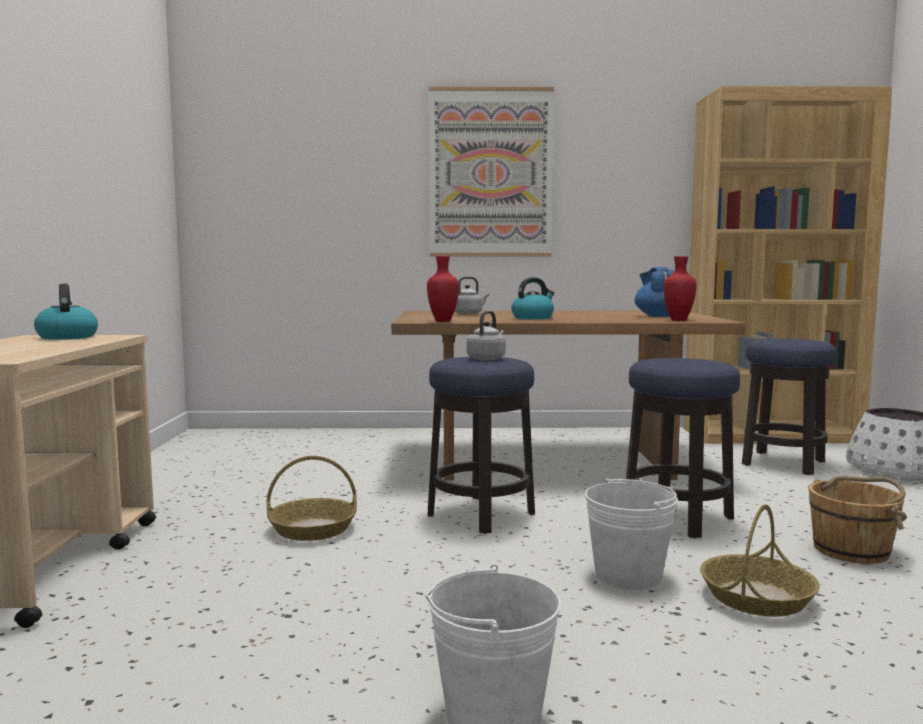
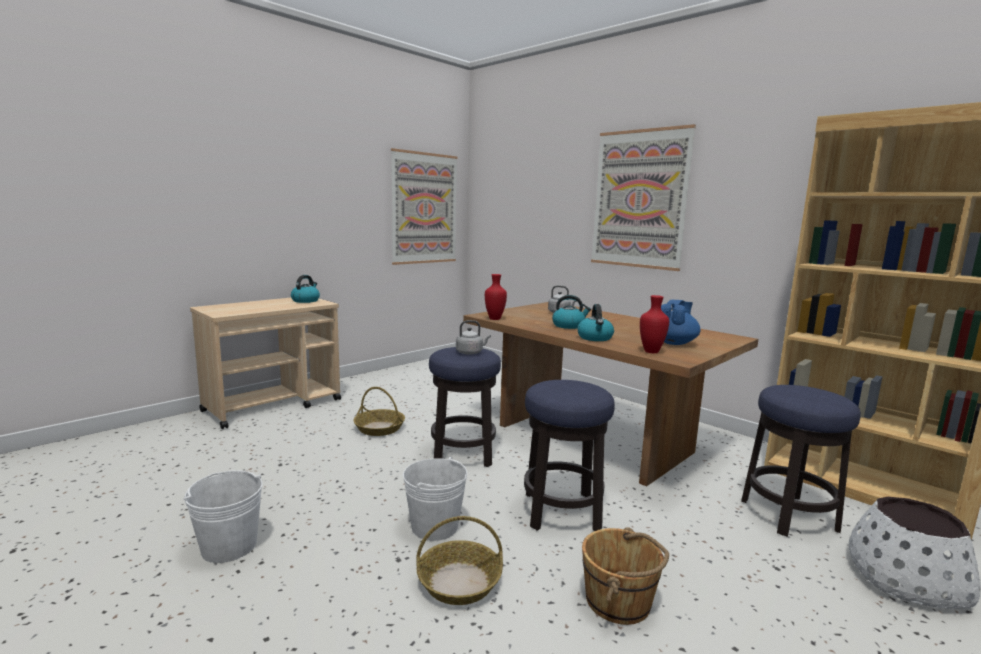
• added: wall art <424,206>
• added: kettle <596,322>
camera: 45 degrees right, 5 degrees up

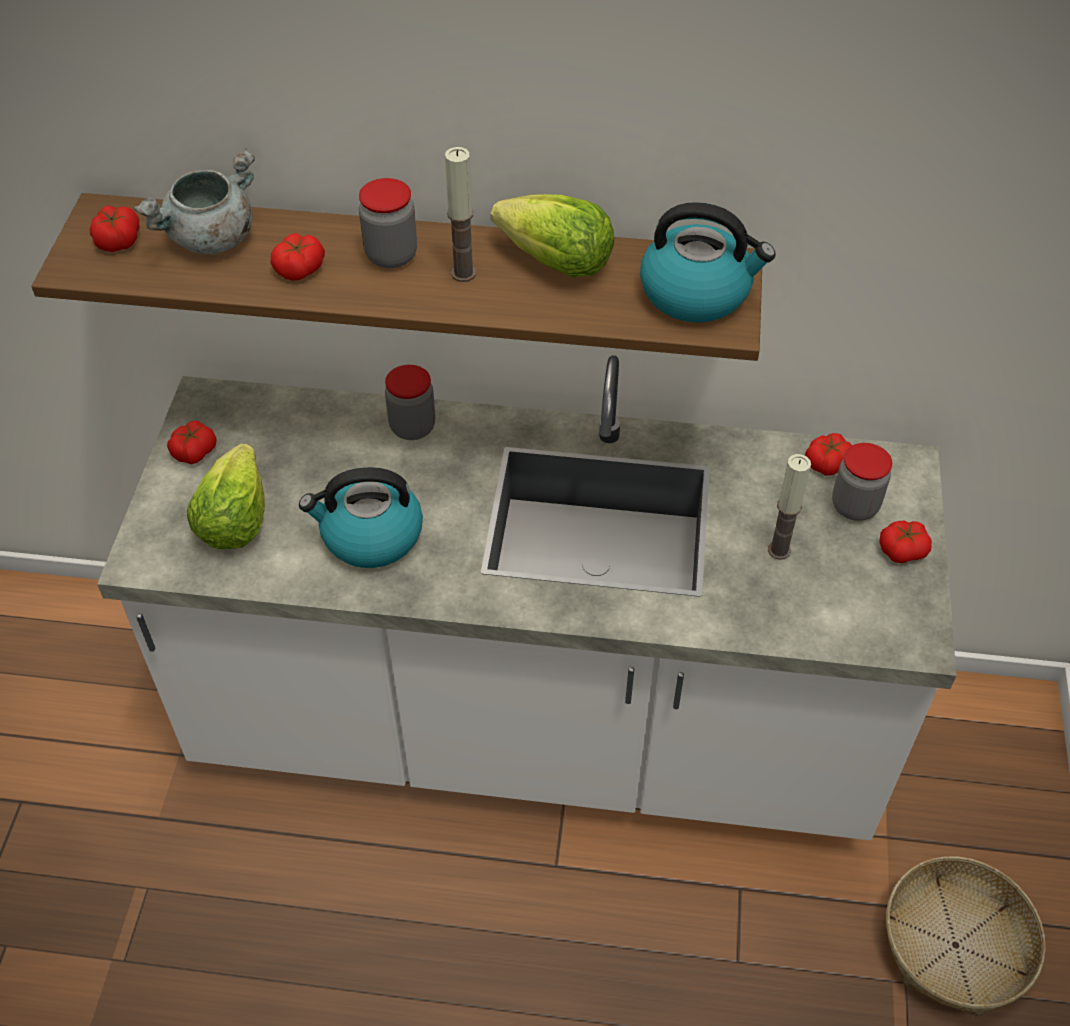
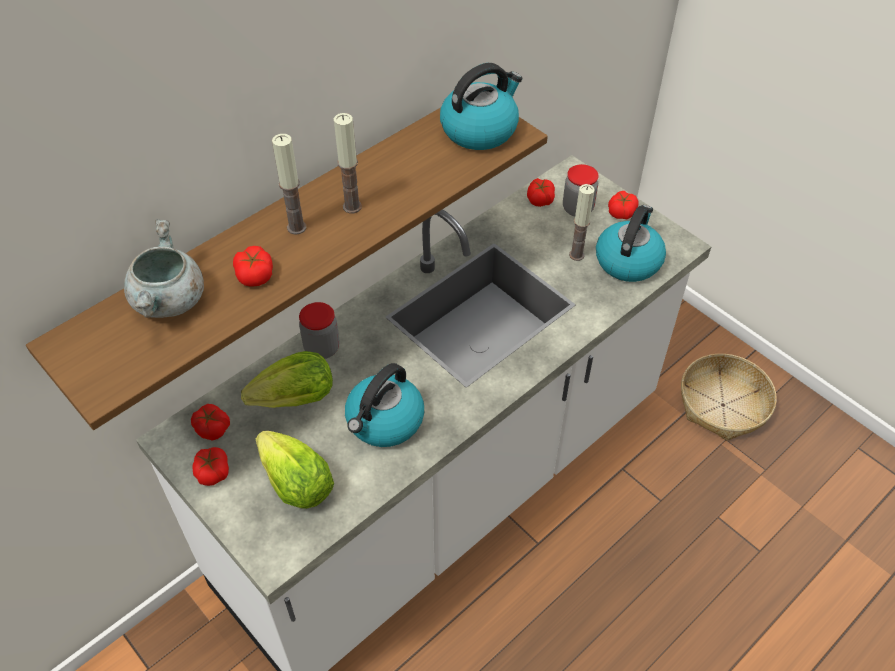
• replaced: storage jar <388,223> to candle <289,184>
• moved: head of lettuce <552,235> to <287,379>
• moved: tomato <114,228> to <210,422>
• added: kettle <631,243>
camera: 50 degrees left, 0 degrees up

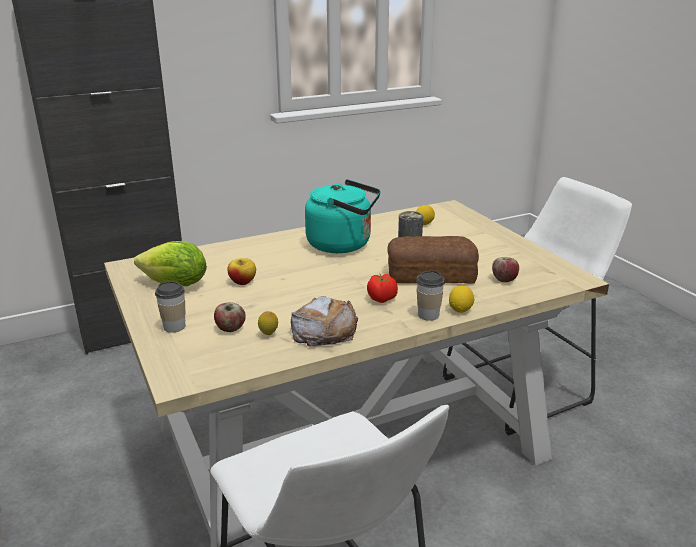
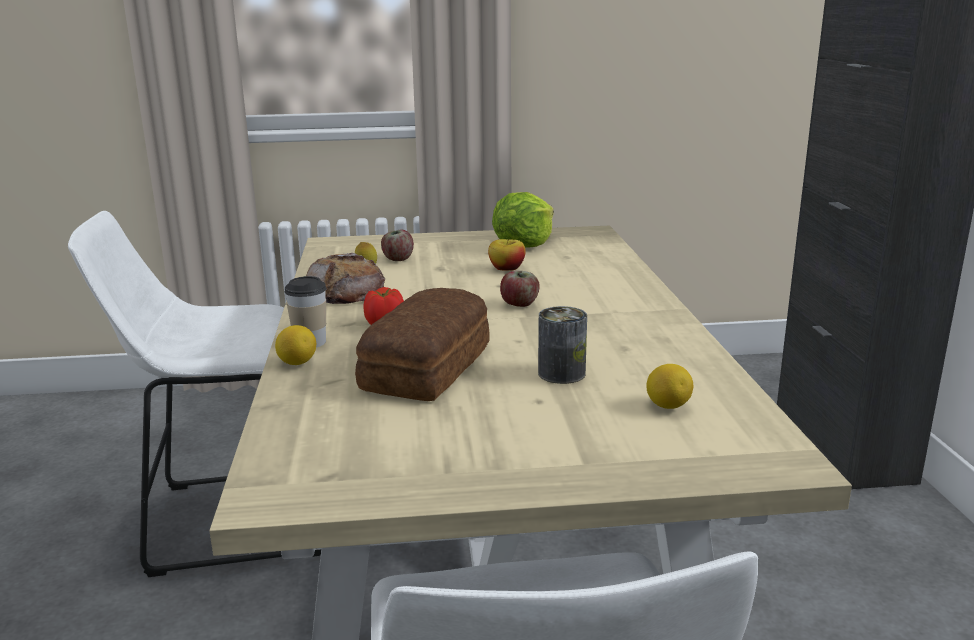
• removed: blue-green kettle <343,216>
• moved: whole apple <505,269> to <520,288>
• removed: drinking cup <170,307>
camera: 110 degrees right, 5 degrees down

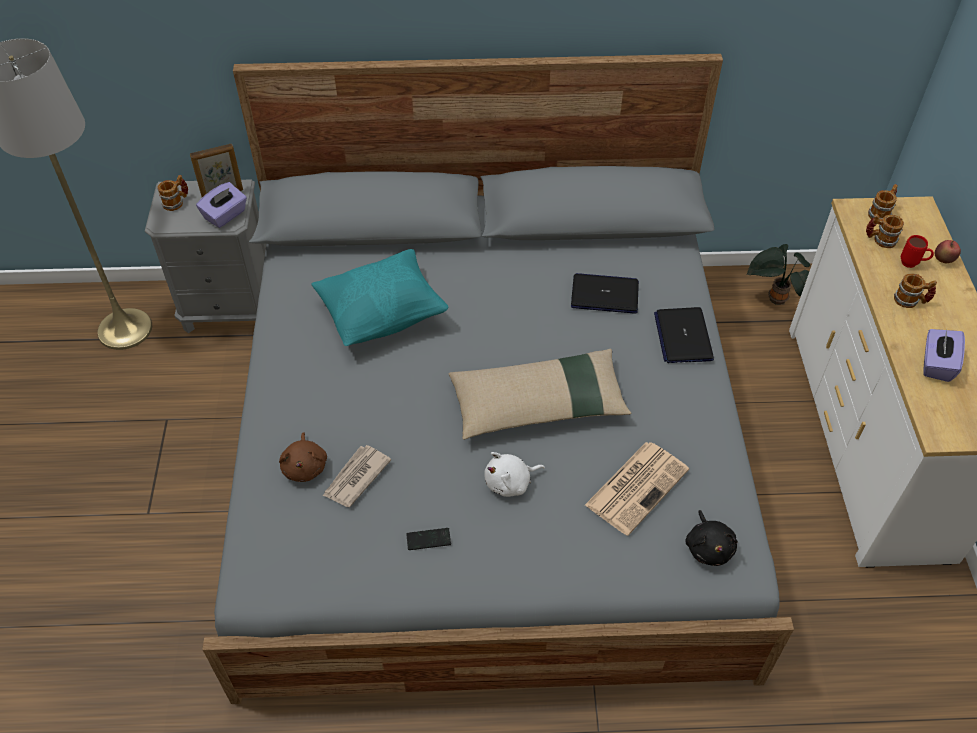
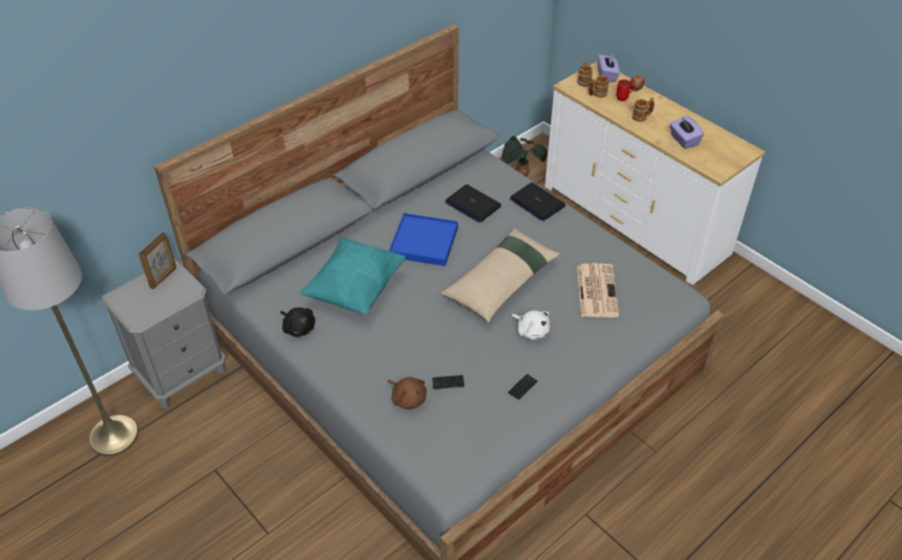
• removed: mug <172,193>
• moved: purple box of tissues <221,205> to <609,67>
• turned: portable computer <605,293> = <473,203> 105 degrees counterclockwise
• replaced: newspaper <357,476> to handset <448,382>
• turned: white plush toy <514,474> = <530,325> 75 degrees counterclockwise
• moved: blackish plush toy <712,538> to <297,322>
• added: blue serving tray <423,239>
camera: 40 degrees left, 5 degrees down

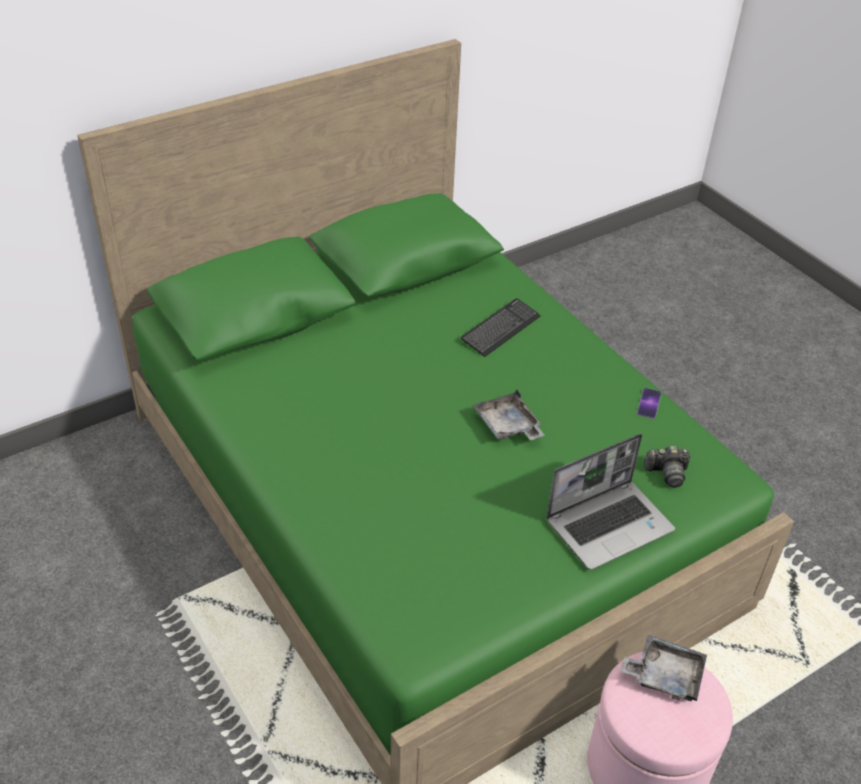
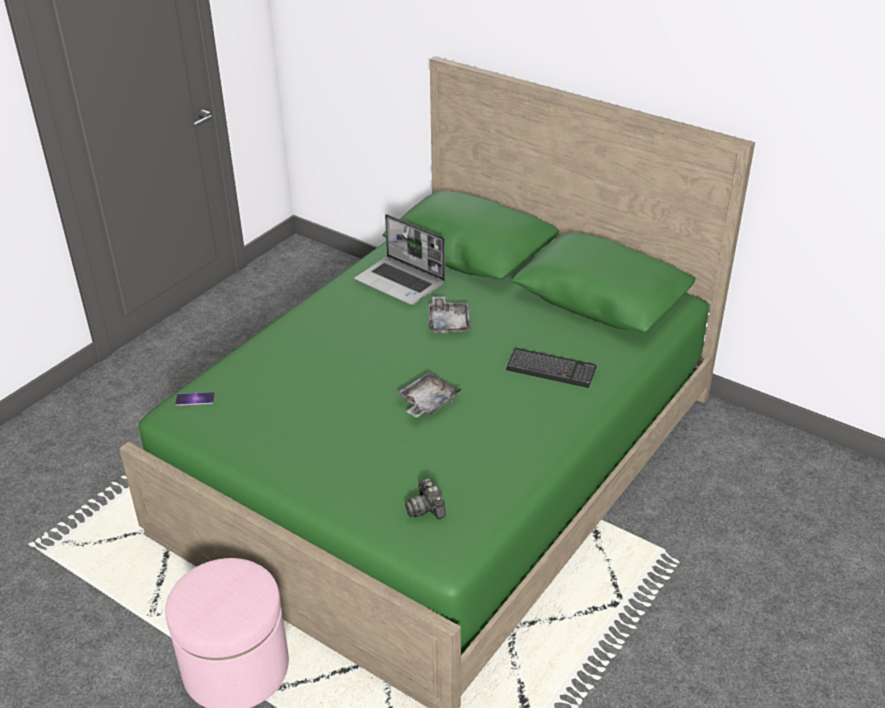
• moved: handset <649,403> to <195,399>
• moved: portable computer <610,501> to <399,259>
• moved: grey serving tray <663,668> to <450,315>
camera: 70 degrees right, 5 degrees down

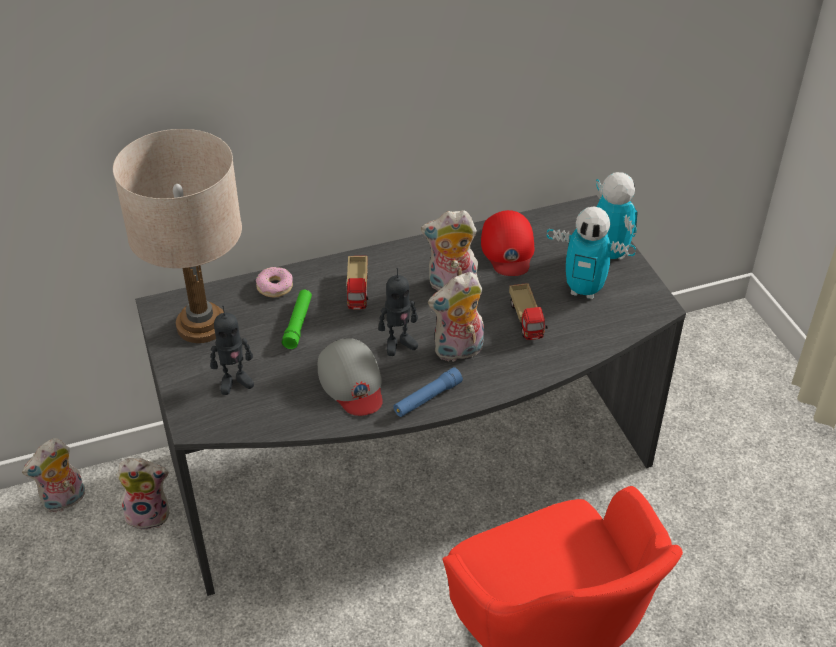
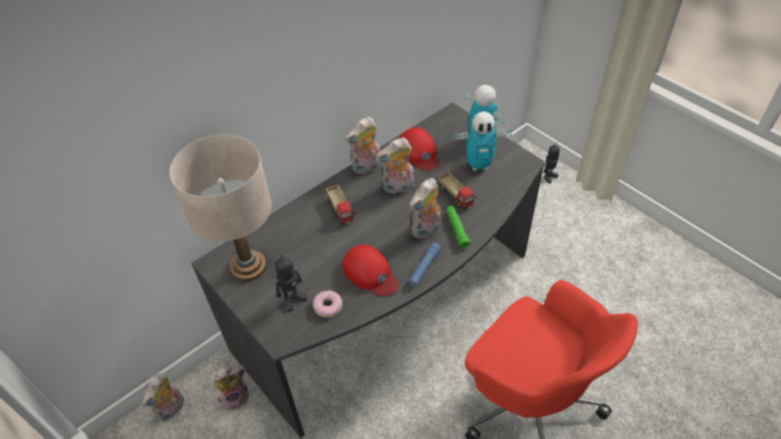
• moved: ring doughnut <274,282> to <328,304>
• moved: model robot <398,312> to <551,164>
• moved: green torch <296,319> to <458,227>
• recoloured: grey baseball cap <350,377> to red-coloured baseball cap <370,270>
• added: plush toy <363,145>
camera: 20 degrees left, 5 degrees up

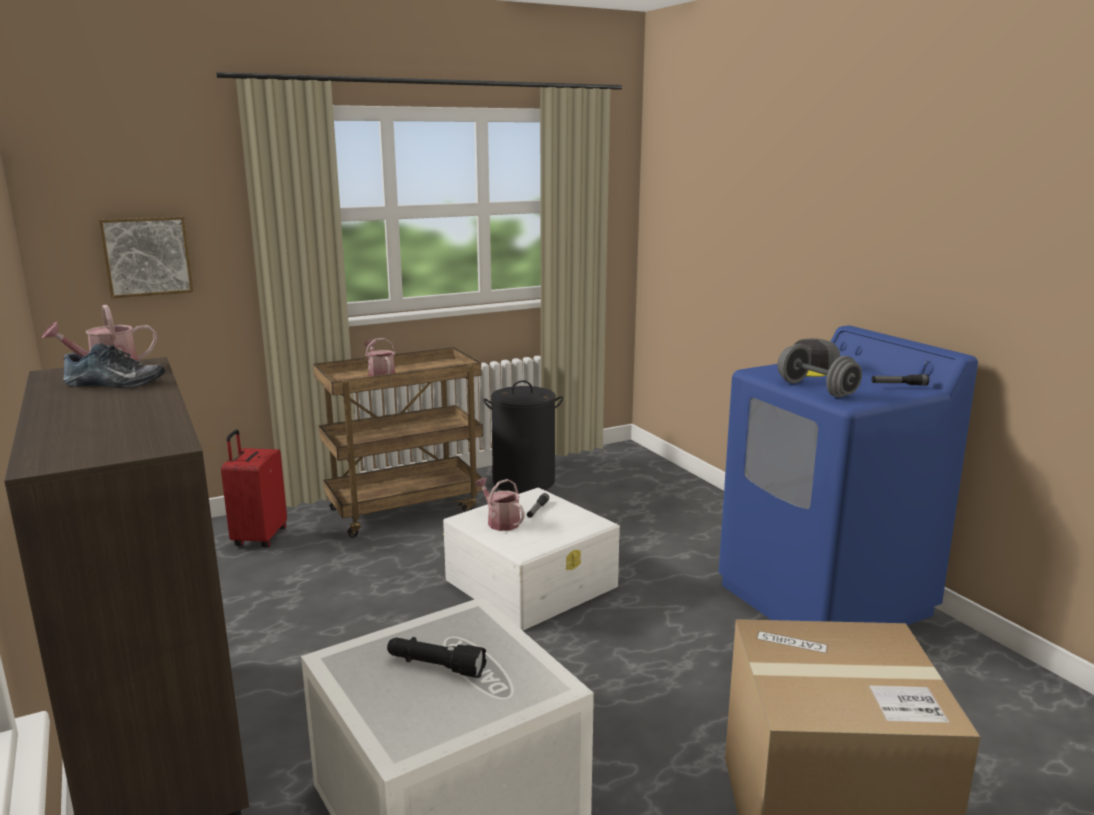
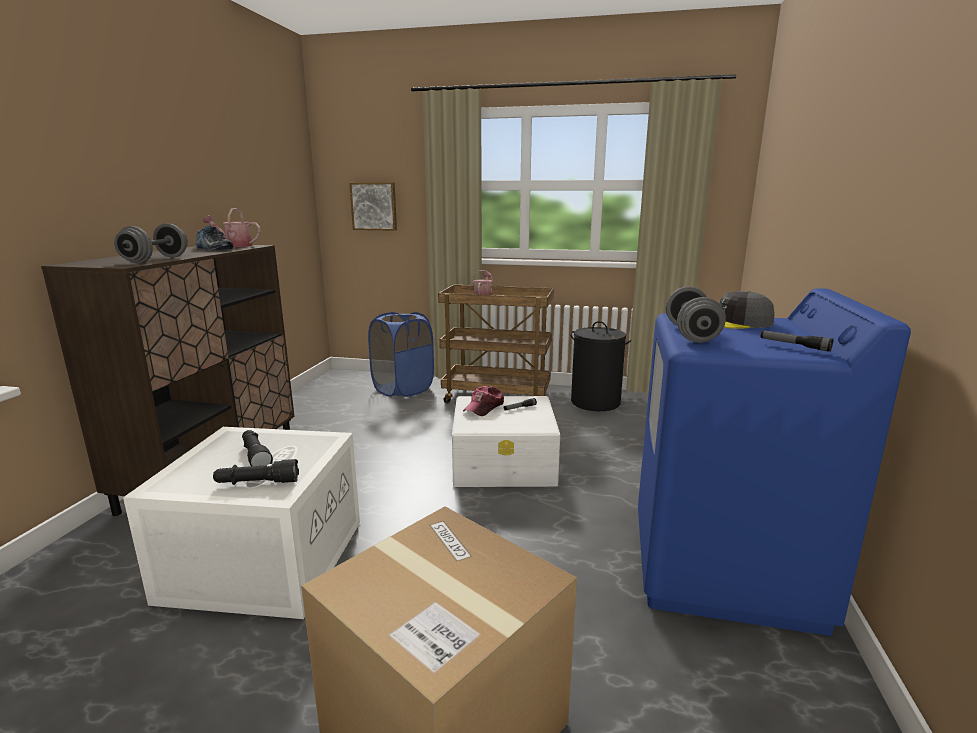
• replaced: red-coloured suitcase <254,488> to blue laundry basket <401,354>
• replaced: watering pot <500,504> to baseball cap <483,401>
• added: grey free weight <151,243>
• added: blackish torch <256,472>
camera: 40 degrees right, 0 degrees up

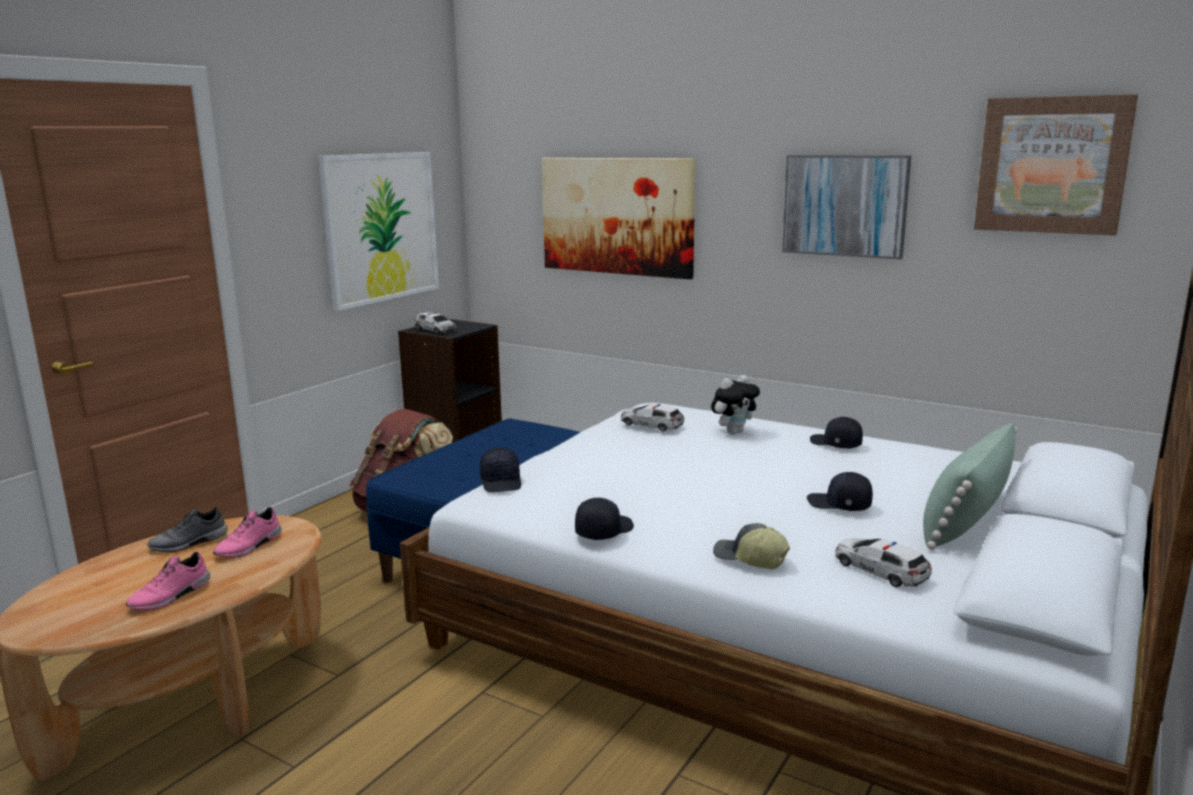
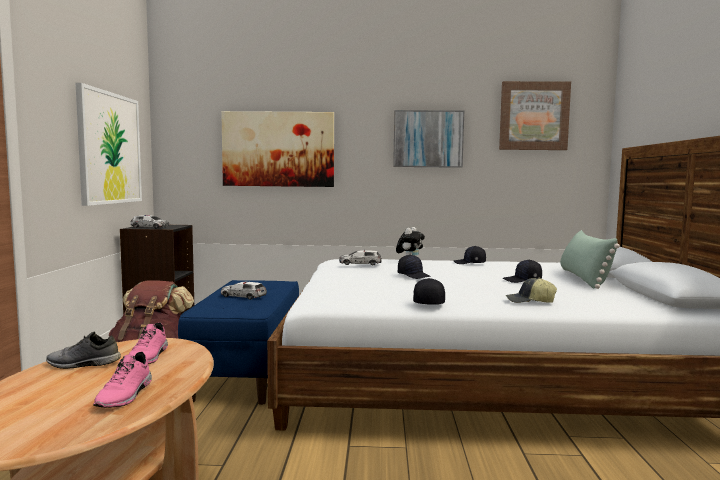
• moved: blackish baseball cap <500,470> to <414,267>
• turned: grey low shoe <187,529> = <83,350> 60 degrees clockwise
• moved: miniature car <883,562> to <244,290>
camera: 30 degrees left, 10 degrees down

